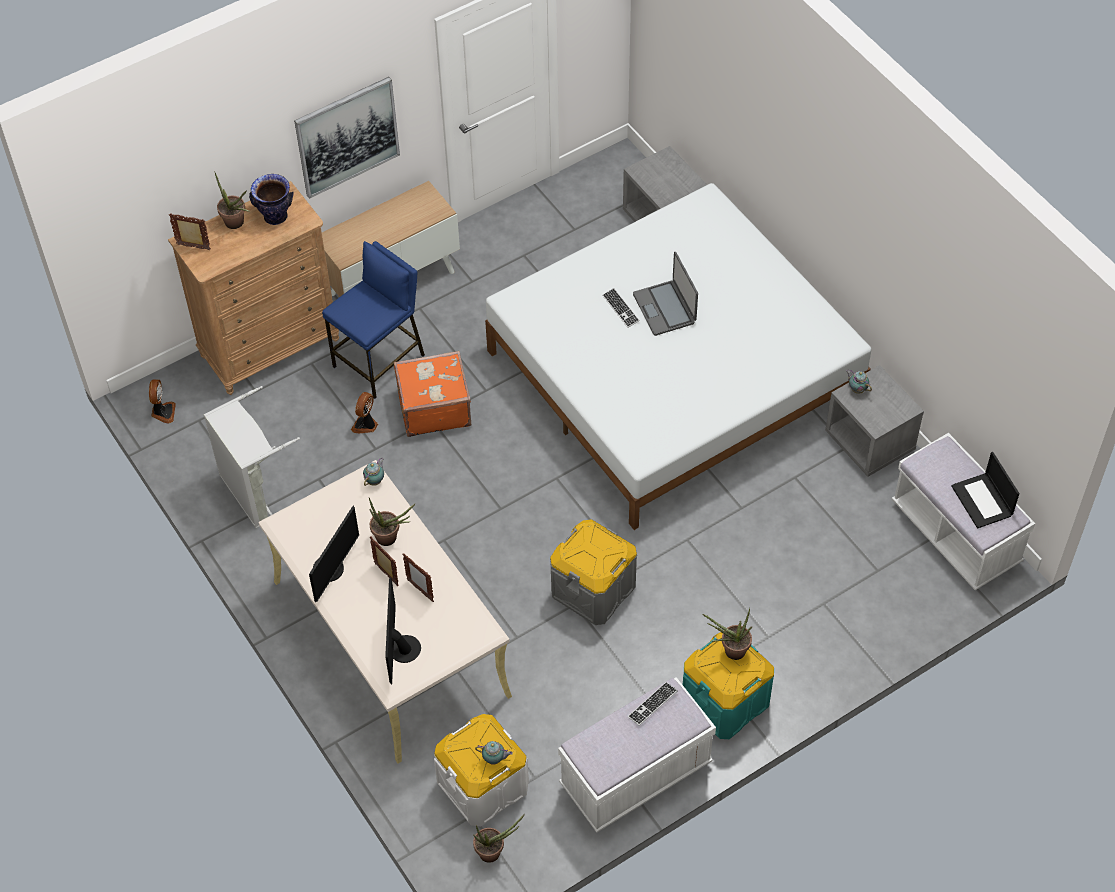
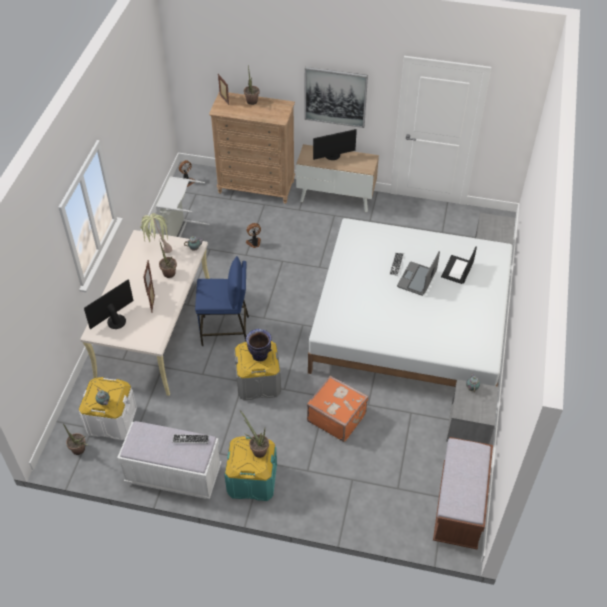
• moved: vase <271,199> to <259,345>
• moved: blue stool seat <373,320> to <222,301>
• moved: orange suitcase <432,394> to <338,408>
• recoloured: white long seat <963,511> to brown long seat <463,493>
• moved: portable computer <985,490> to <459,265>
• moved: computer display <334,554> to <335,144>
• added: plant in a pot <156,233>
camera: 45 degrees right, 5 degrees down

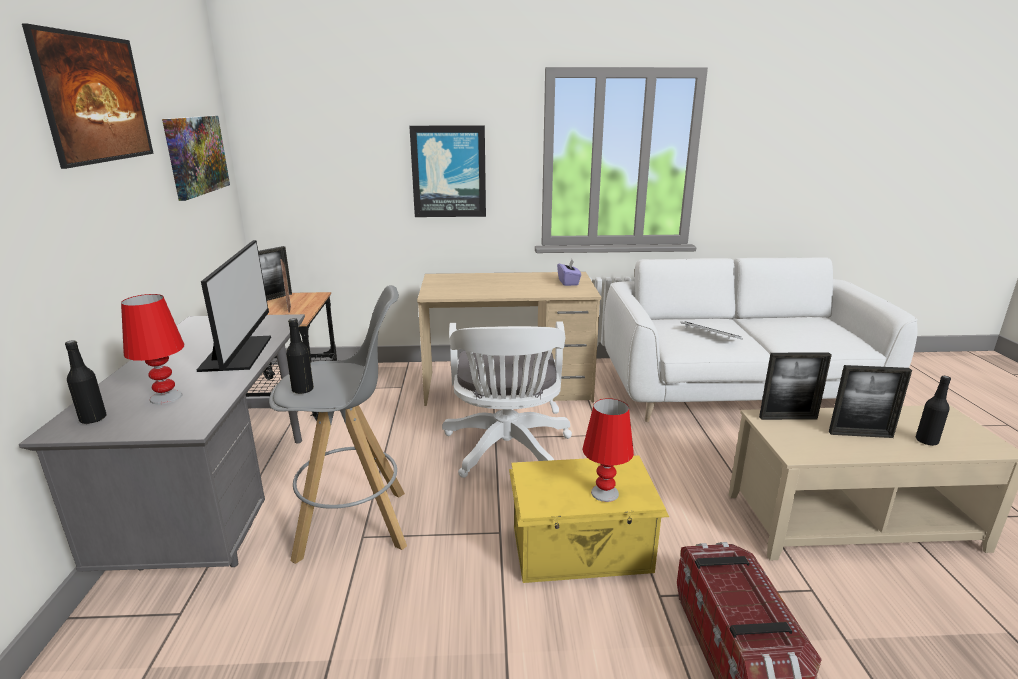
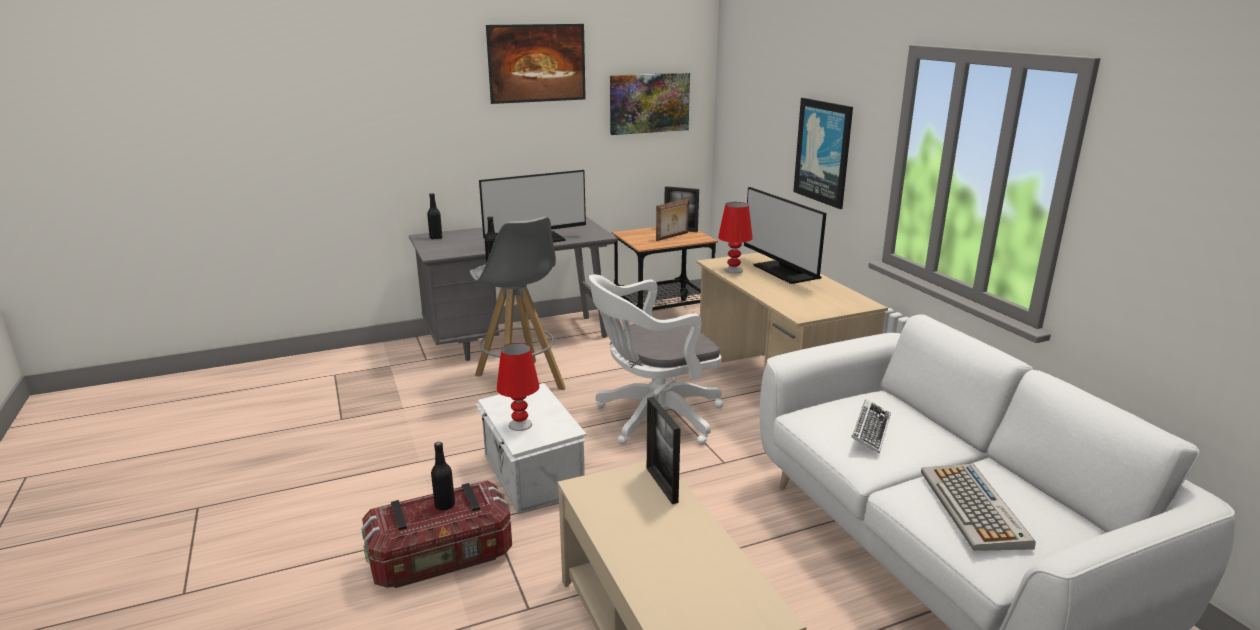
• removed: purple box of tissues <569,272>
• moved: red-coloured table lamp <152,349> to <735,238>
• removed: picture frame <870,401>
• moved: blackish beverage bottle <933,411> to <443,476>
• recoloured: yellow storage container <589,519> to white storage container <531,448>
• added: computer display <785,235>
• added: keyboard <978,507>
camera: 70 degrees right, 0 degrees up

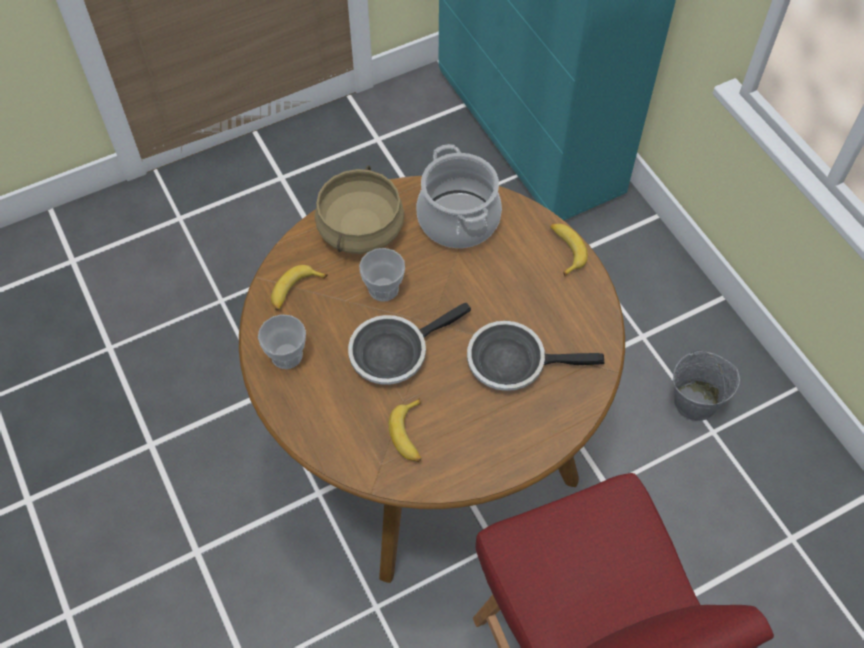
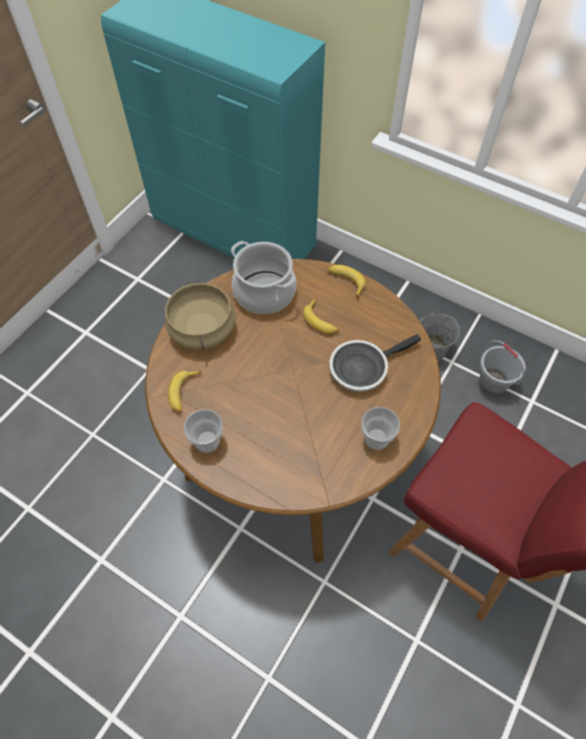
• moved: drinking cup <382,275> to <380,428>
• removed: pan <409,344>
• moved: banana <404,430> to <321,316>
• added: grey water bucket <502,367>
camera: 30 degrees left, 0 degrees up

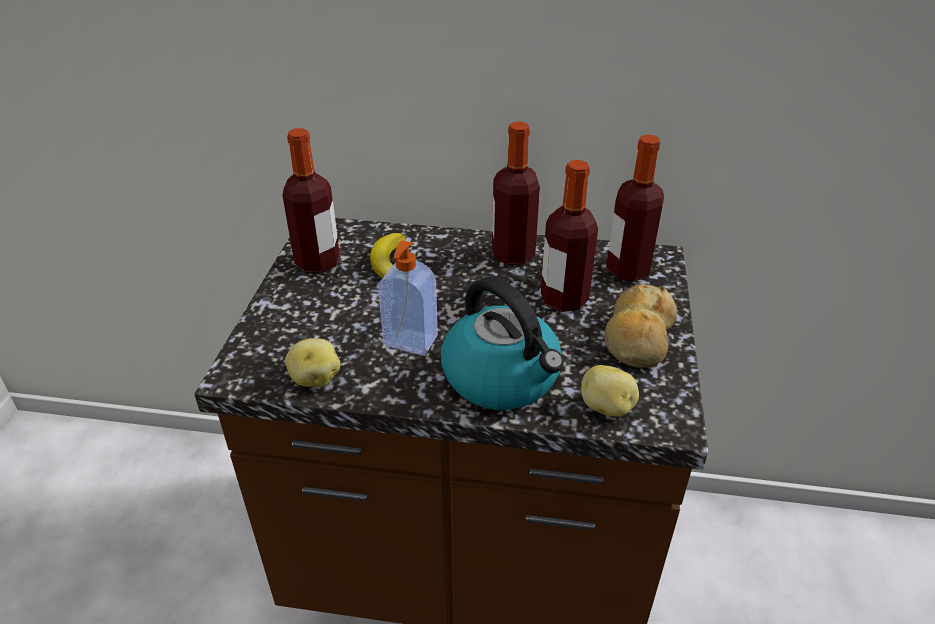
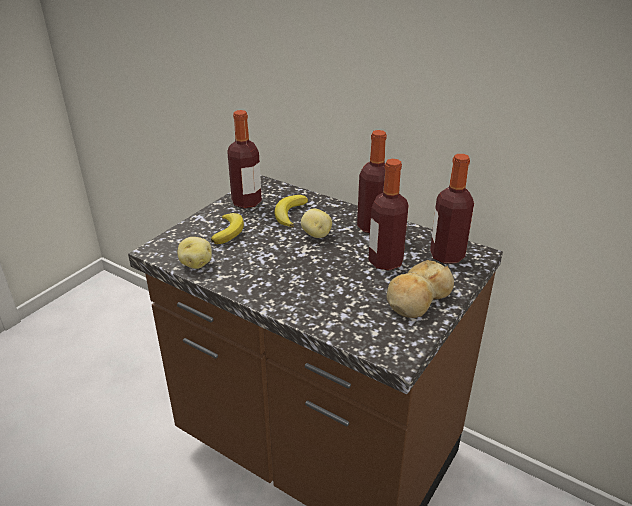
• removed: soap bottle <408,298>
• removed: kettle <502,343>
• moved: spud <610,391> to <316,223>
• added: banana <227,228>
camera: 25 degrees right, 5 degrees down

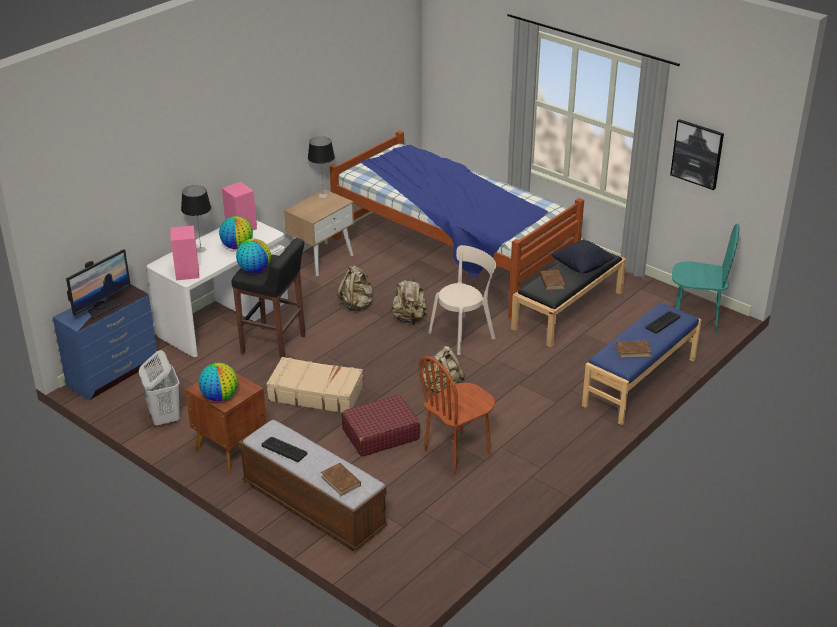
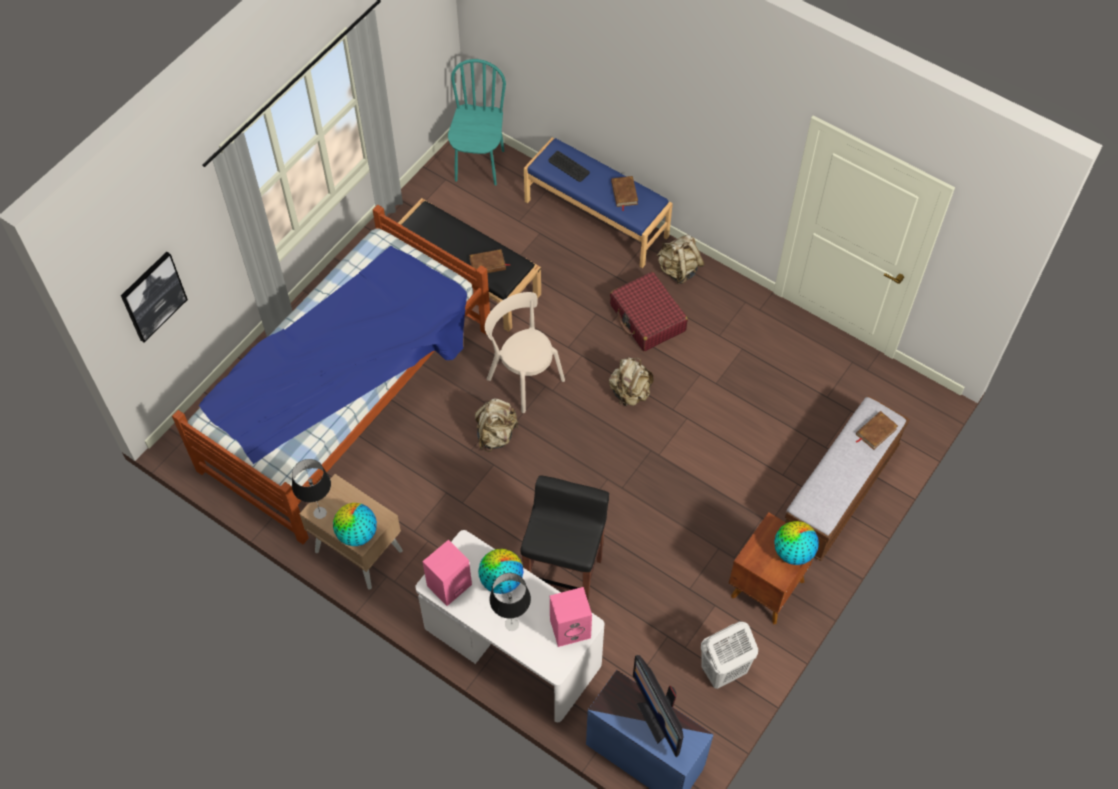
• moved: wall art <697,154> to <154,297>
• moved: globe <253,255> to <355,524>
• removed: blackish throw pillow <583,256>
• turned: computer display <98,284> = <658,706> 150 degrees counterclockwise
• moved: beige-coloured rucksack <355,289> to <680,259>
• removed: brown chair <457,415>
• removed: beige-coloured suitcase <314,385>
• moved: red-coloured suitcase <380,425> to <649,311>
• removed: keyboard <285,449>
camera: 95 degrees left, 25 degrees up

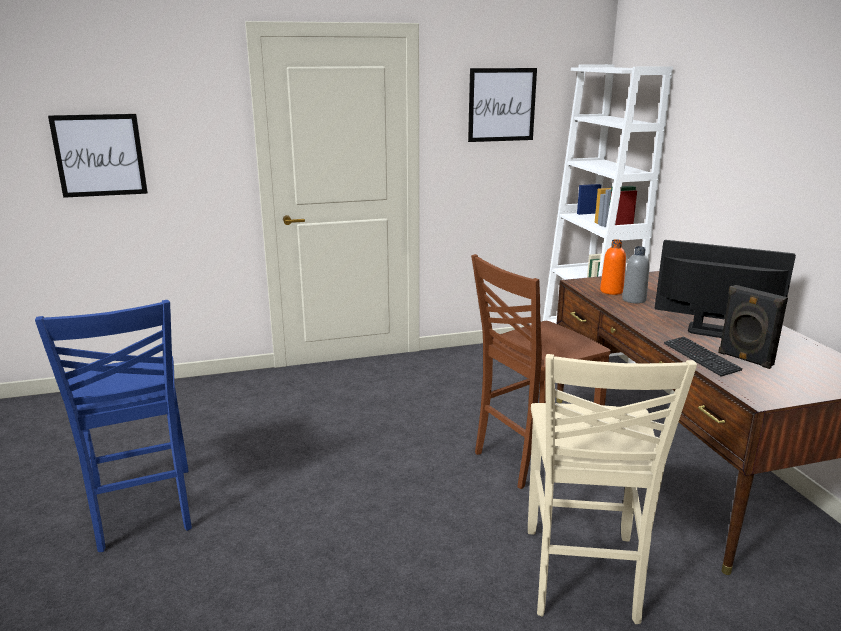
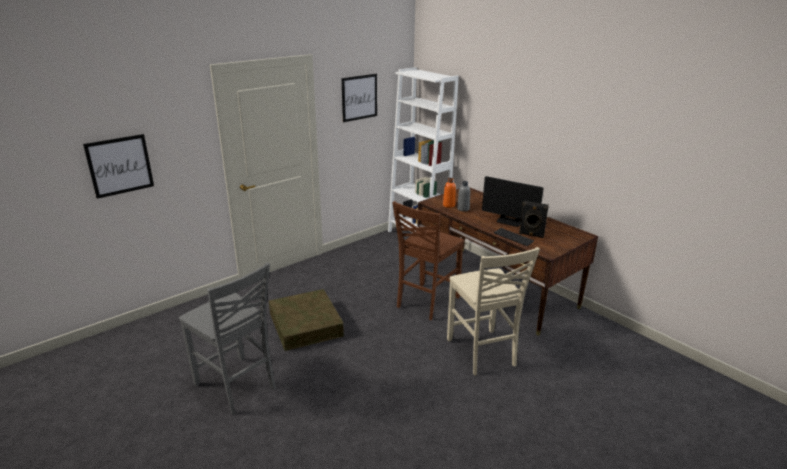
• turned: computer display <725,289> = <513,201> 150 degrees counterclockwise
• recoloured: blue chair <113,426> to grey chair <227,339>
• added: brown storage container <306,320>
camera: 25 degrees left, 5 degrees up

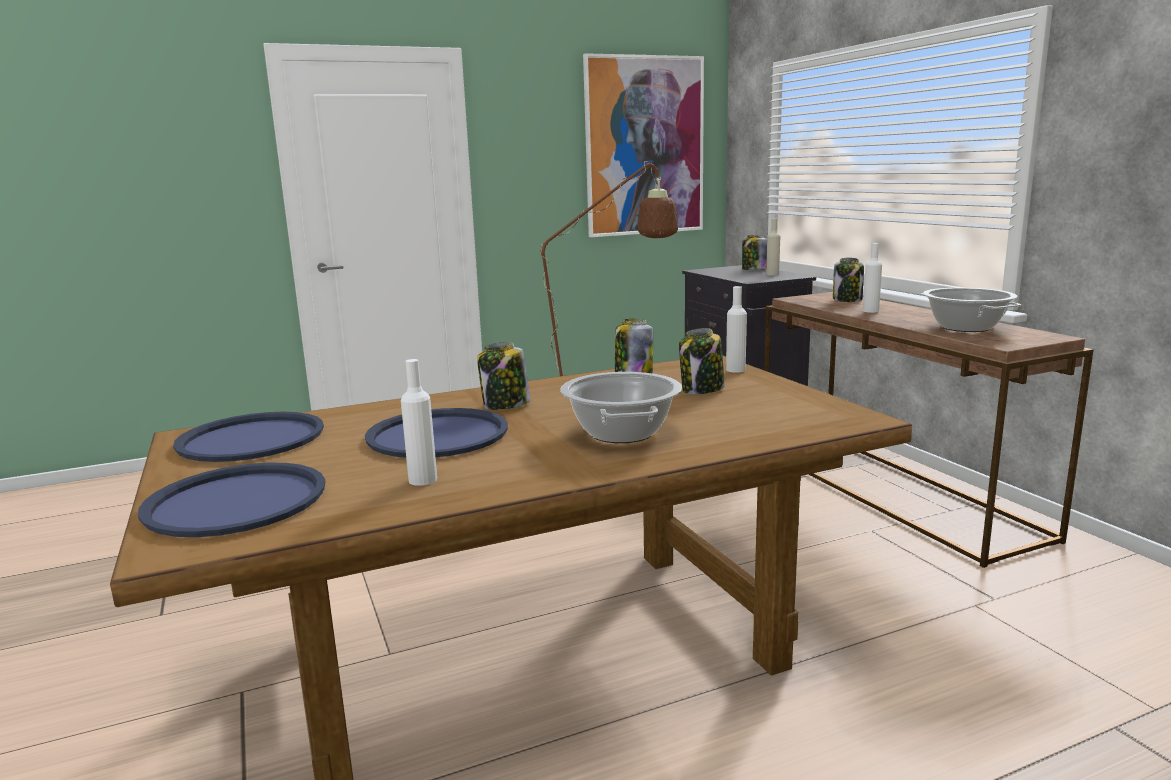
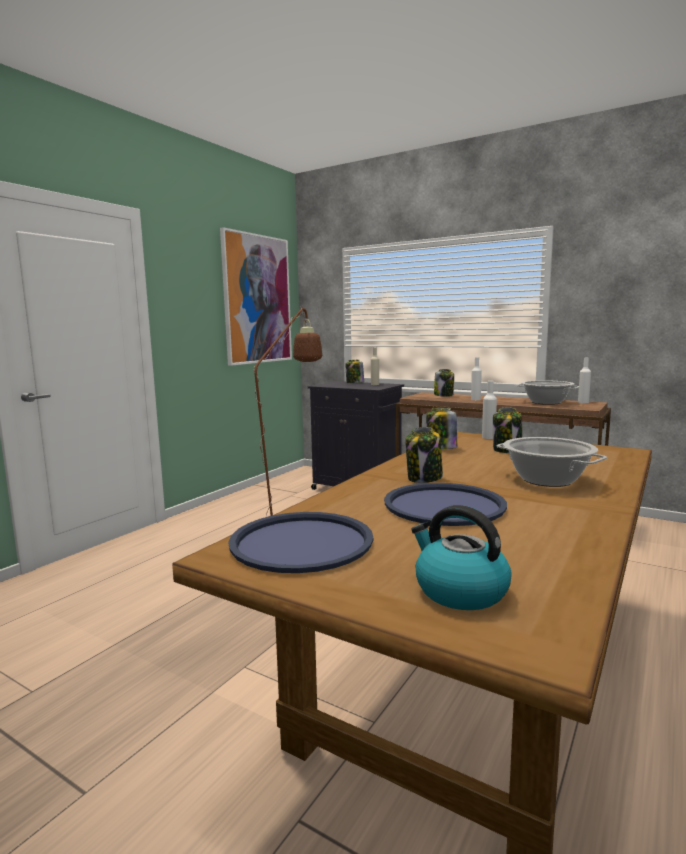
• moved: white beverage bottle <419,422> to <584,380>
• replaced: blue serving tray <231,500> to kettle <461,557>
camera: 35 degrees left, 5 degrees down

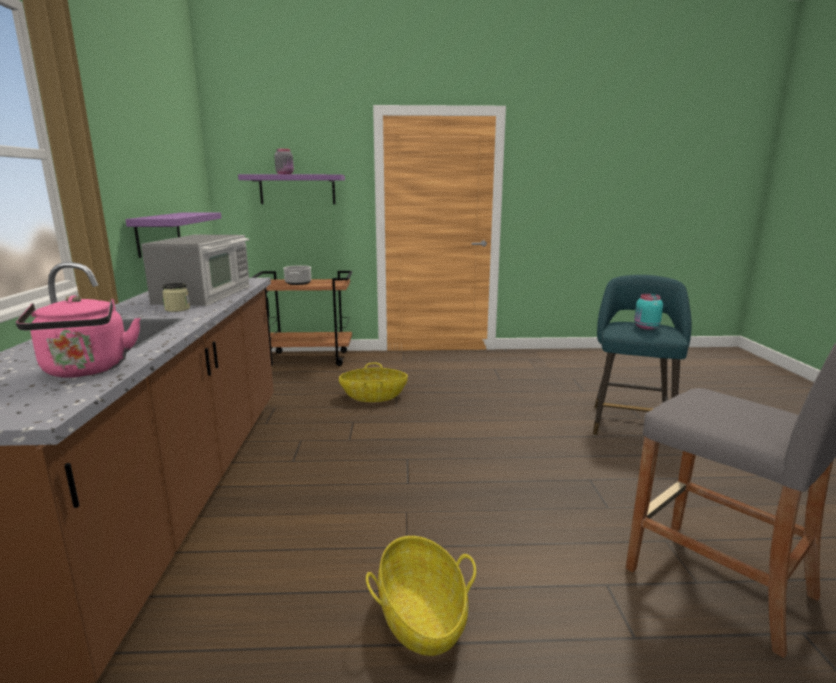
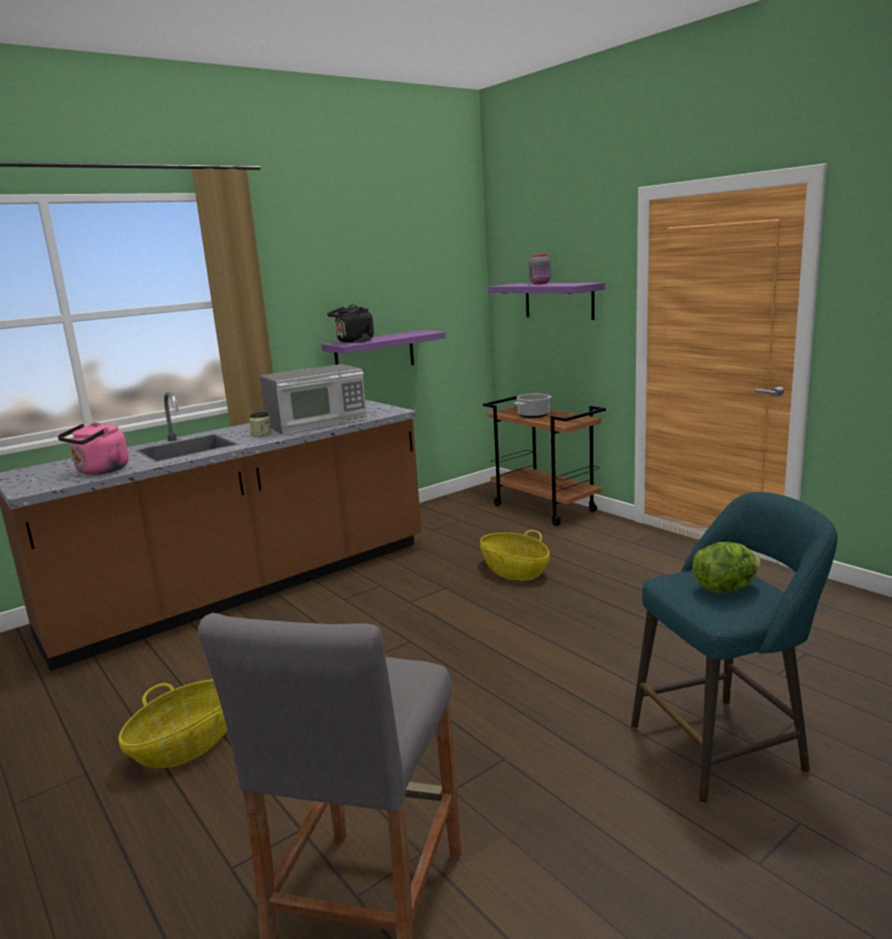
• replaced: blue-green storage jar <648,312> to head of lettuce <726,567>
• added: blackish kettle <350,323>
camera: 55 degrees right, 0 degrees up

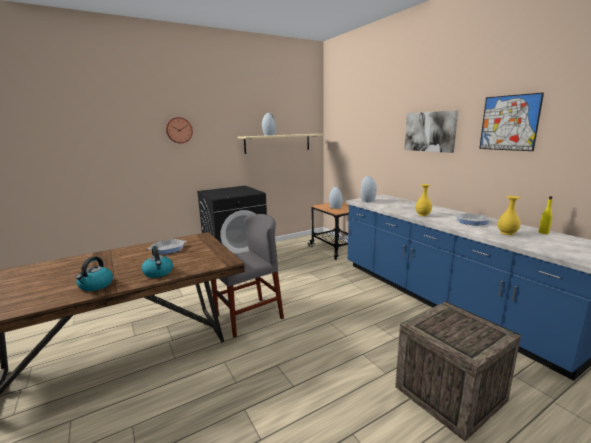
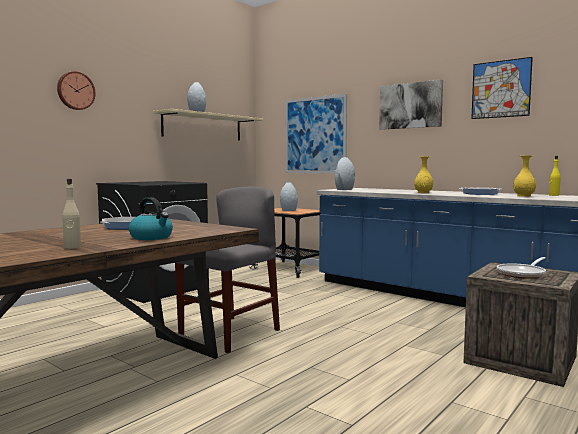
• replaced: kettle <94,274> to beige-coloured beverage bottle <71,214>
• added: wall art <316,134>
• added: pan <521,268>
camera: 20 degrees left, 10 degrees down

